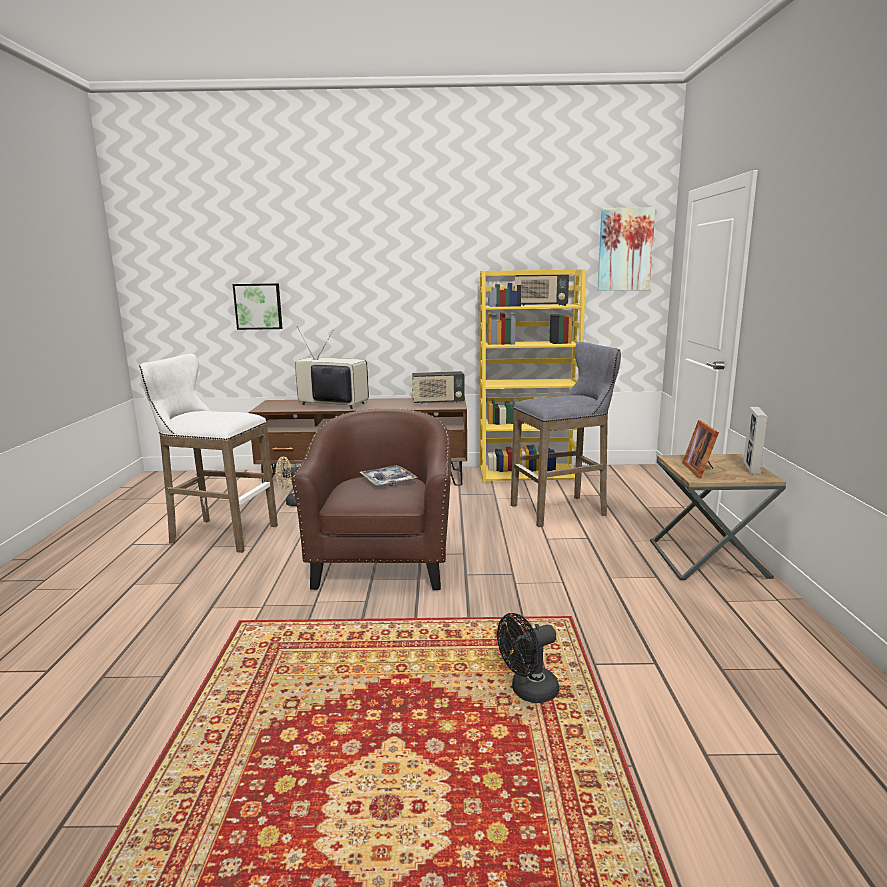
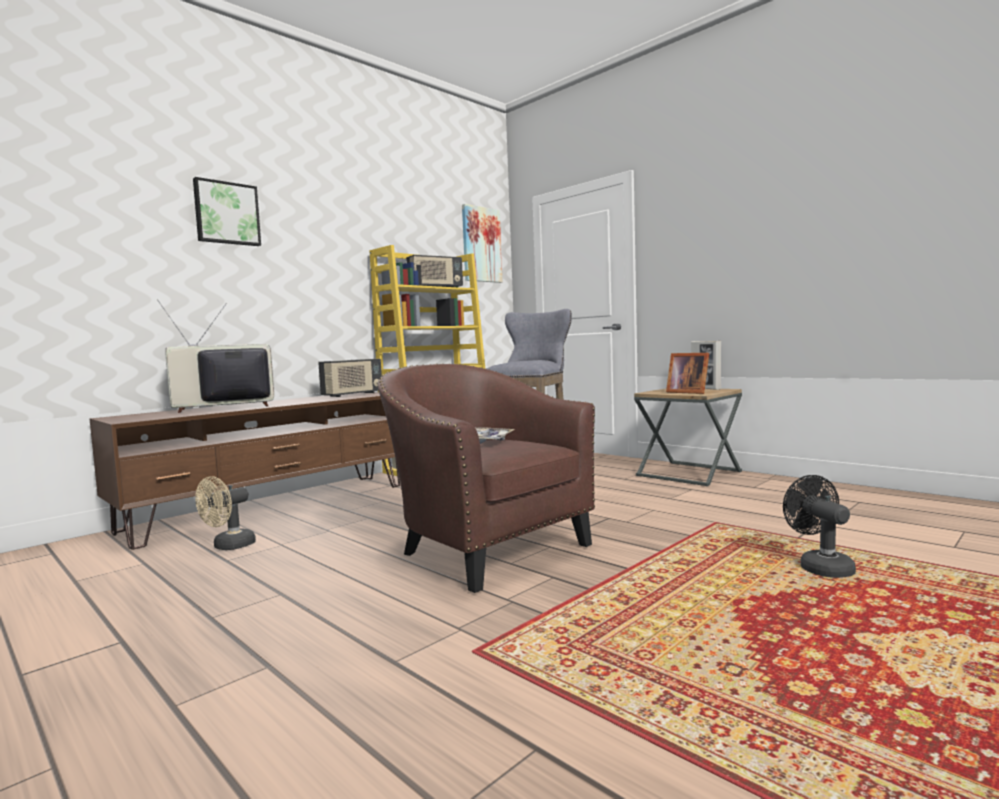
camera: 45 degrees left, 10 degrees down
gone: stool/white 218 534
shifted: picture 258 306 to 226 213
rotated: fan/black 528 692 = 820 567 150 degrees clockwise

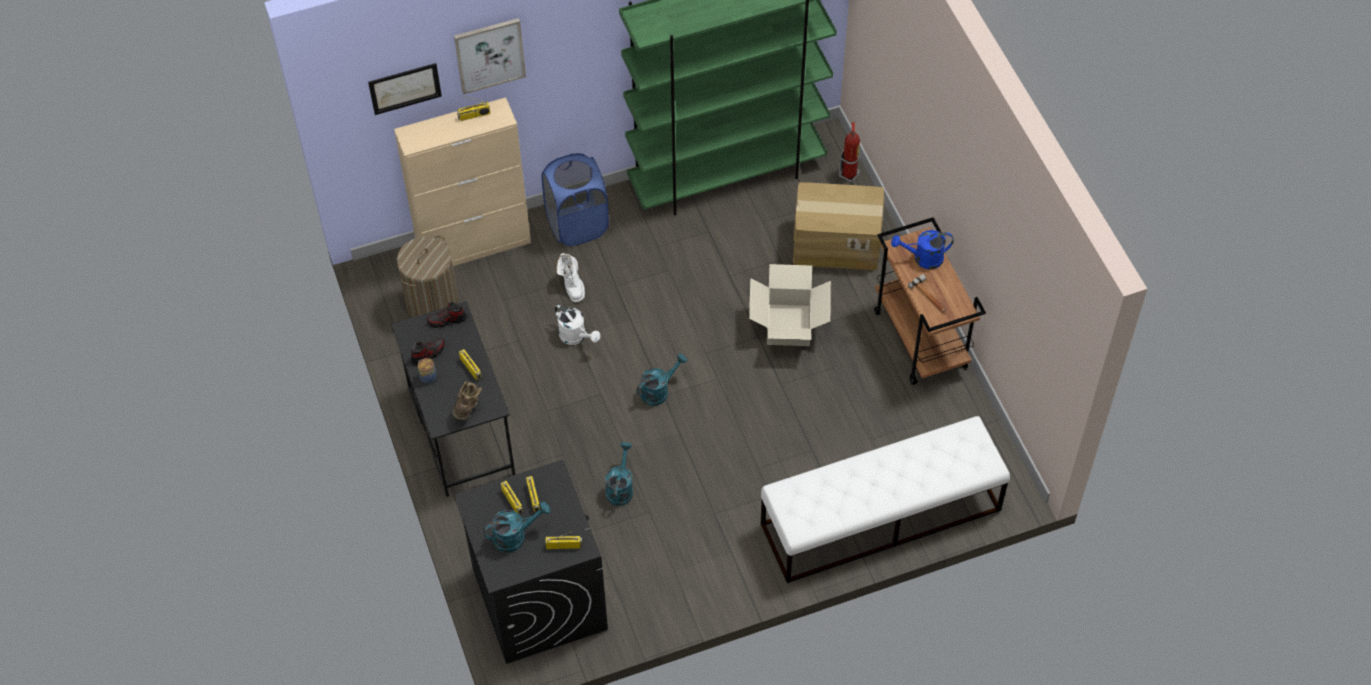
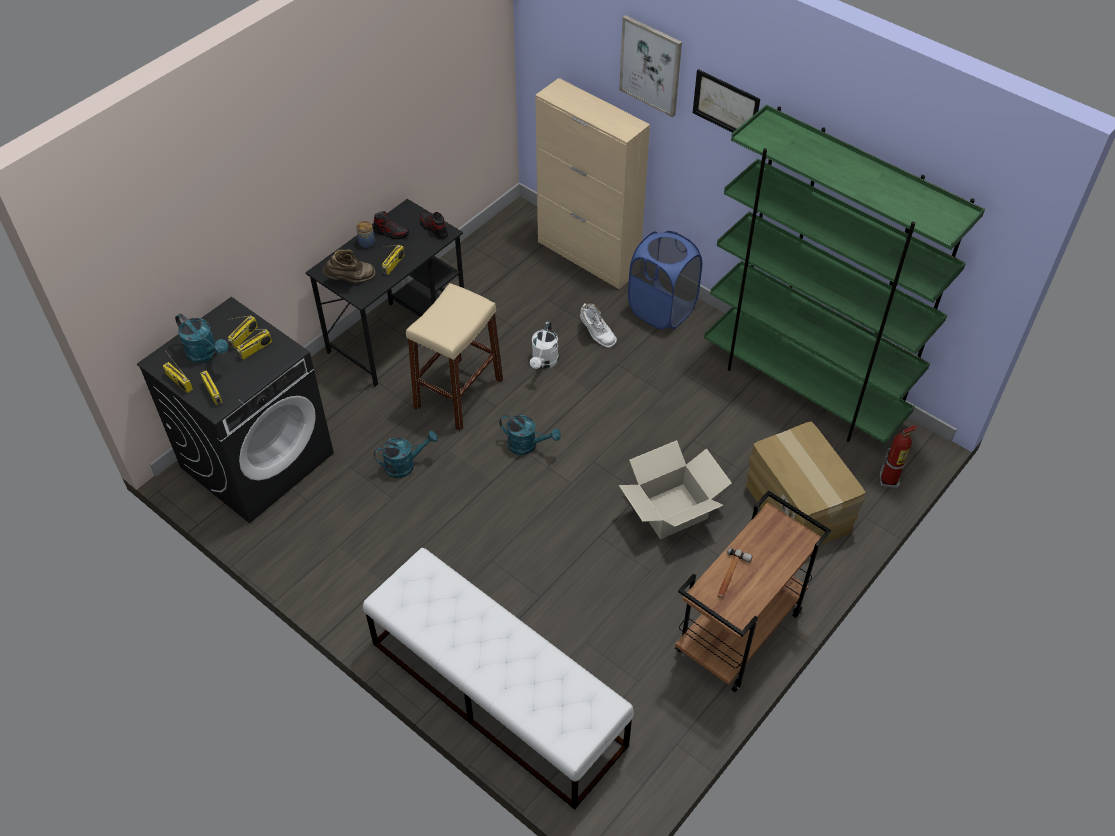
camera: 60 degrees right, 5 degrees down
gone: laundry basket 432 303; watering can/blue 923 259
new: stool/beige 458 393
shifted: picture 405 88 to 726 105; radio 474 115 to 178 382
rotated: boot/white 572 285 = 596 335 90 degrees counterclockwise

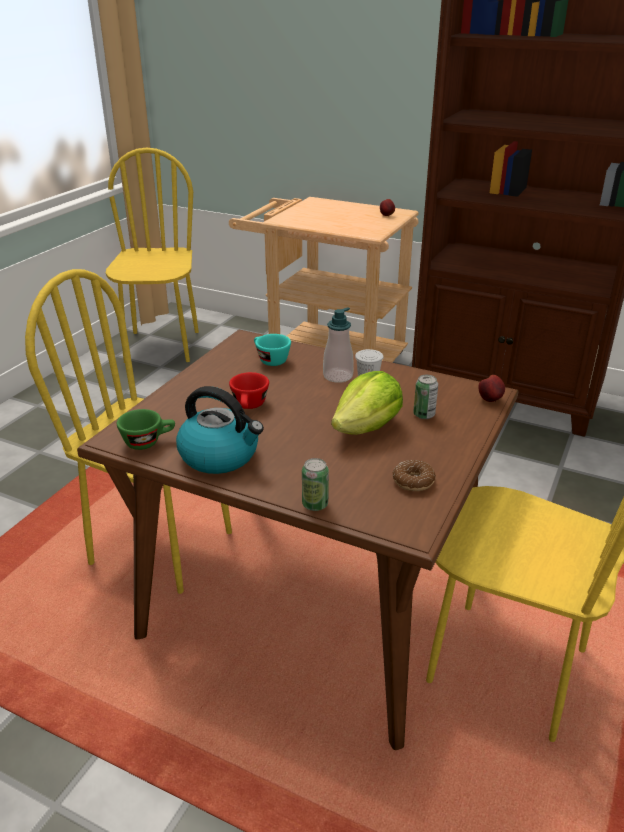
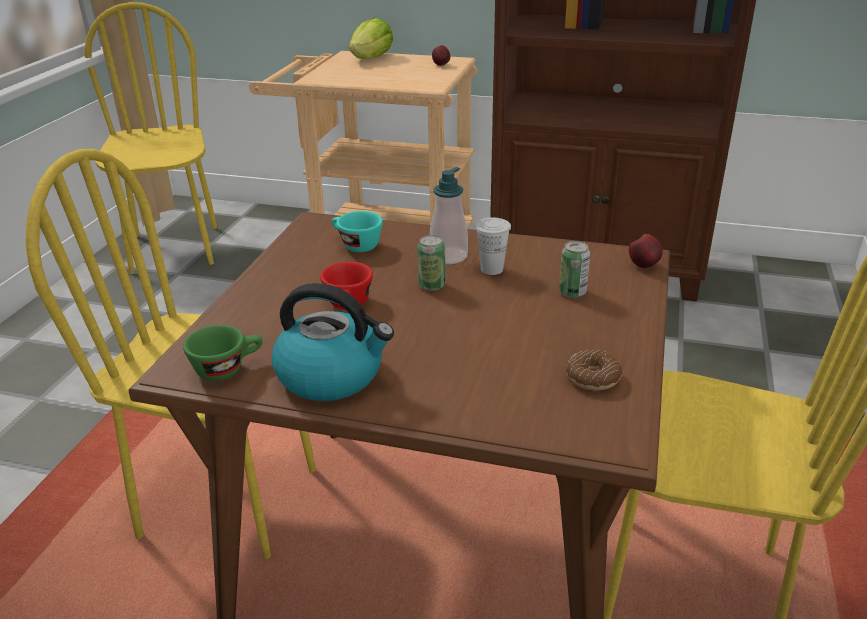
camera: 10 degrees left, 0 degrees up
shifted: can 315 504 to 432 285; lettuce 367 428 to 372 58

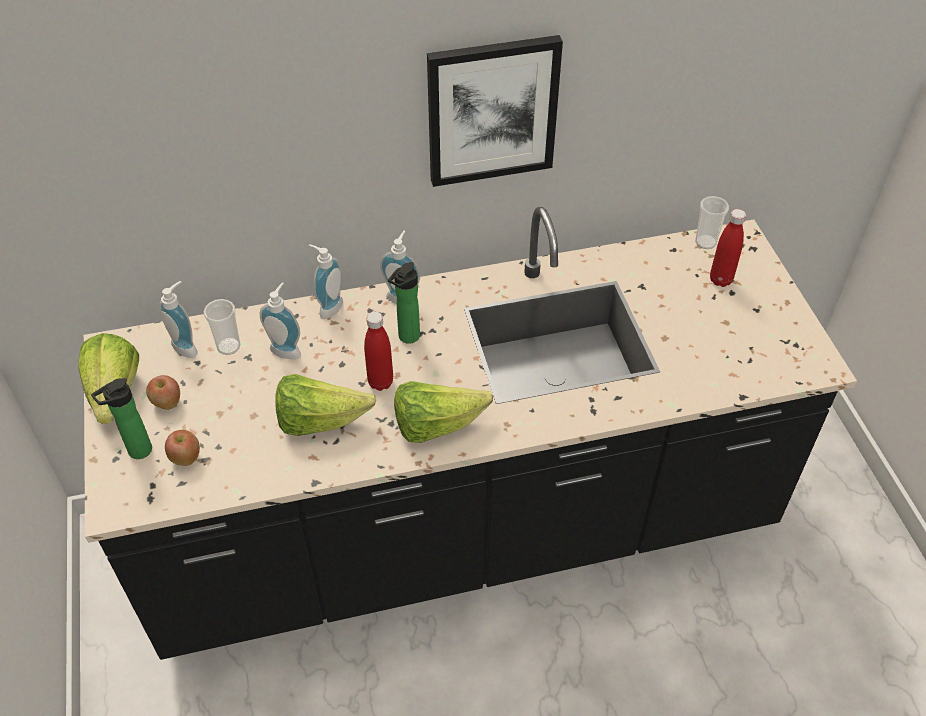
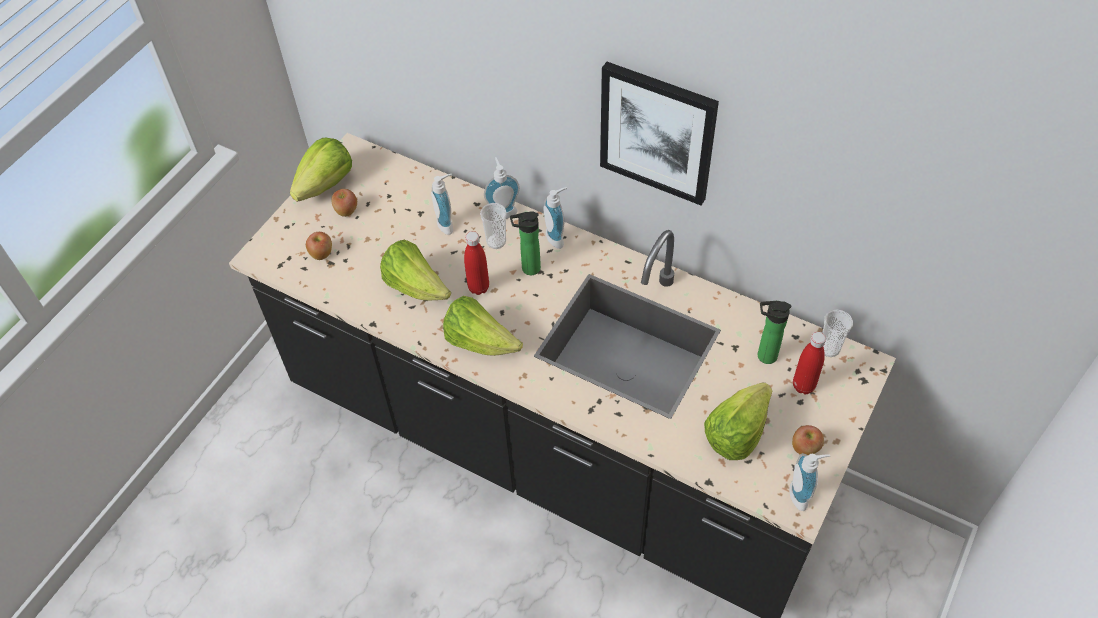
camera: 45 degrees right, 5 degrees up
new: lettuce 736 433; apple 805 448
shifted: bottle 136 452 to 763 356; soap dispenser 187 346 to 802 495; cup 228 346 to 496 241

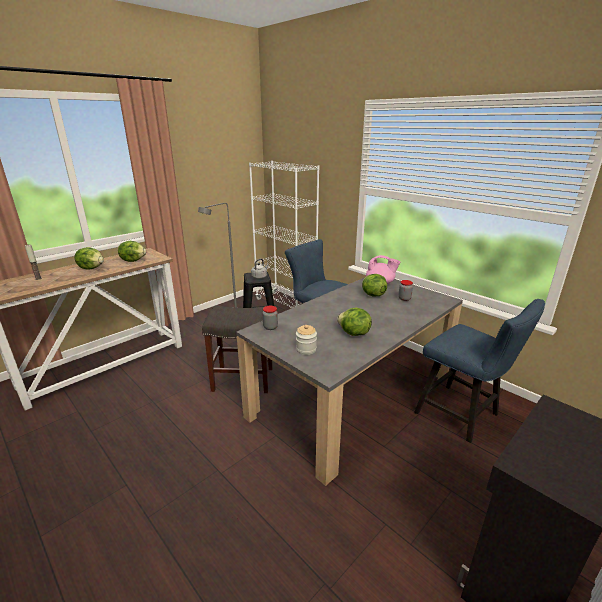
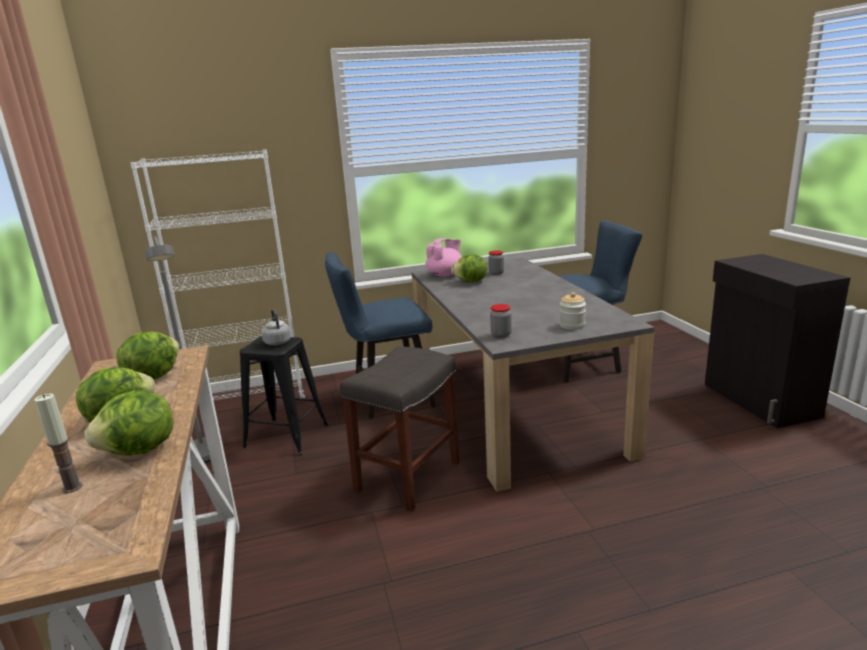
camera: 60 degrees left, 5 degrees down
shifted: lettuce 353 333 to 140 451

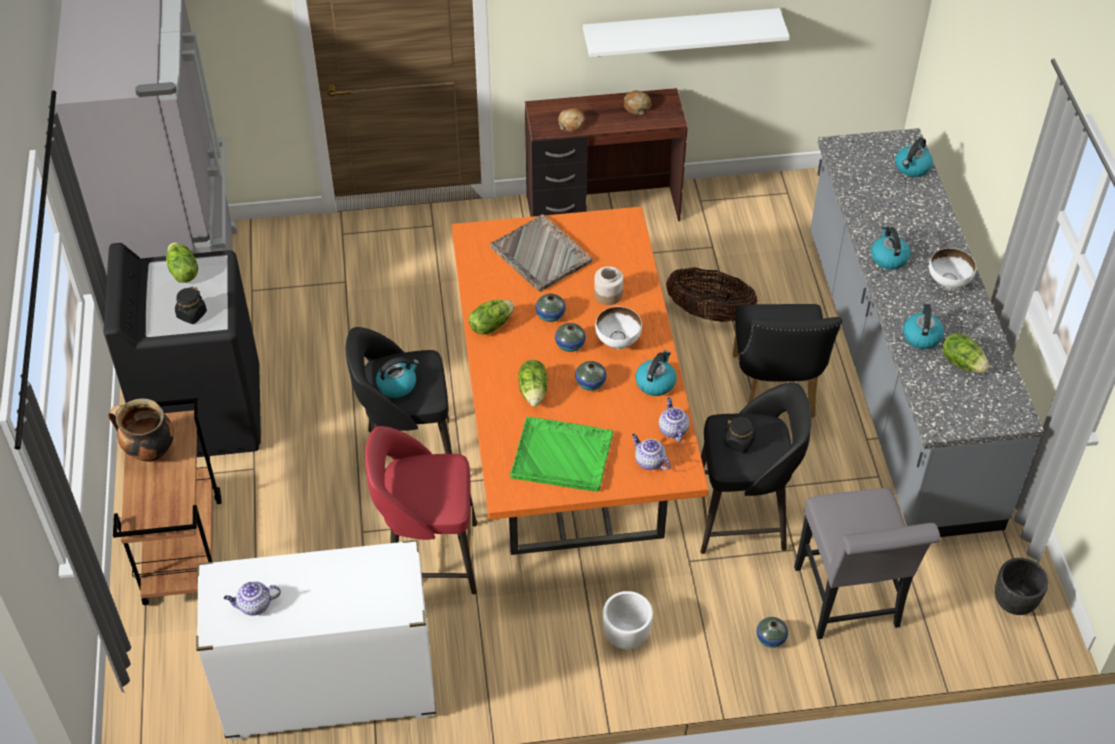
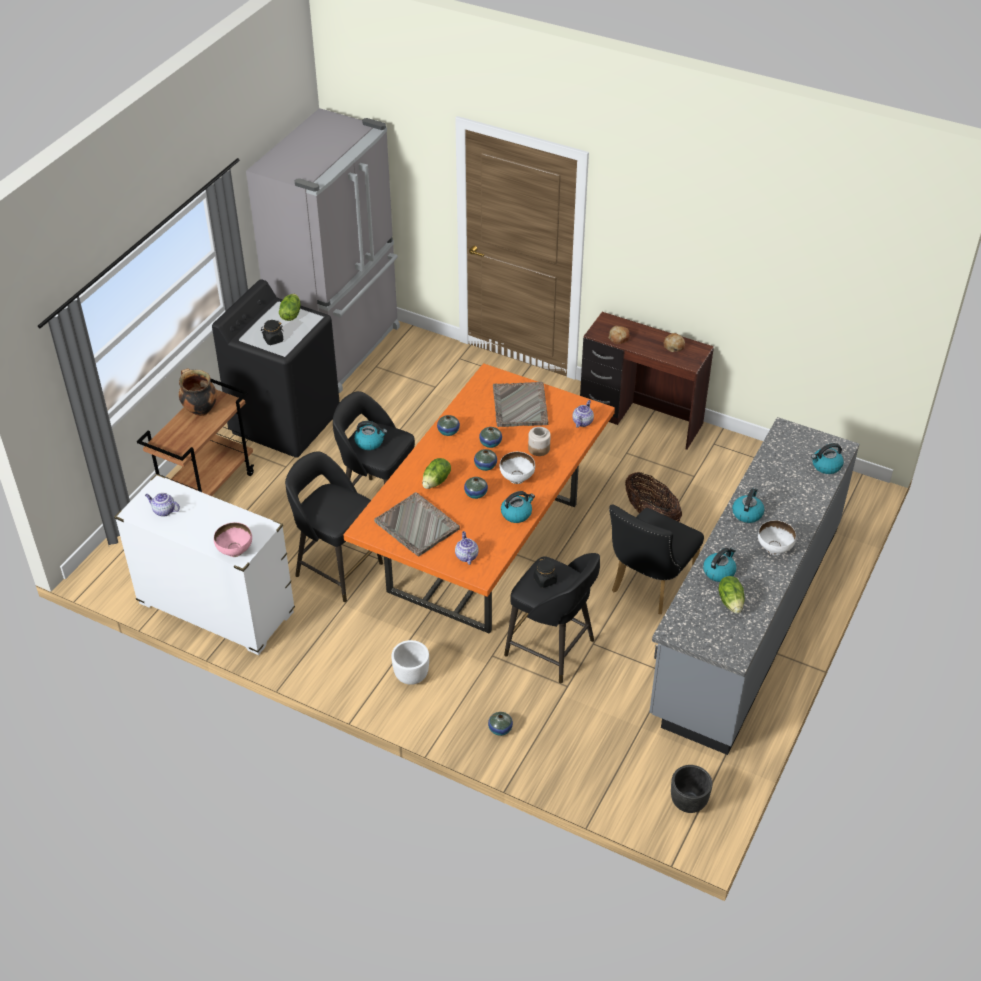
camera: 35 degrees right, 5 degrees down
gone: shelf/white 680 32; chair/grey 849 604
new: bowl/pink 235 551
shifted: teapot 672 429 to 582 421
swapped: lettuce 490 325 to vase 448 431
repainted: stool/red 429 559 to stool/black 337 568; tray/green 563 456 to tray/grey 417 526

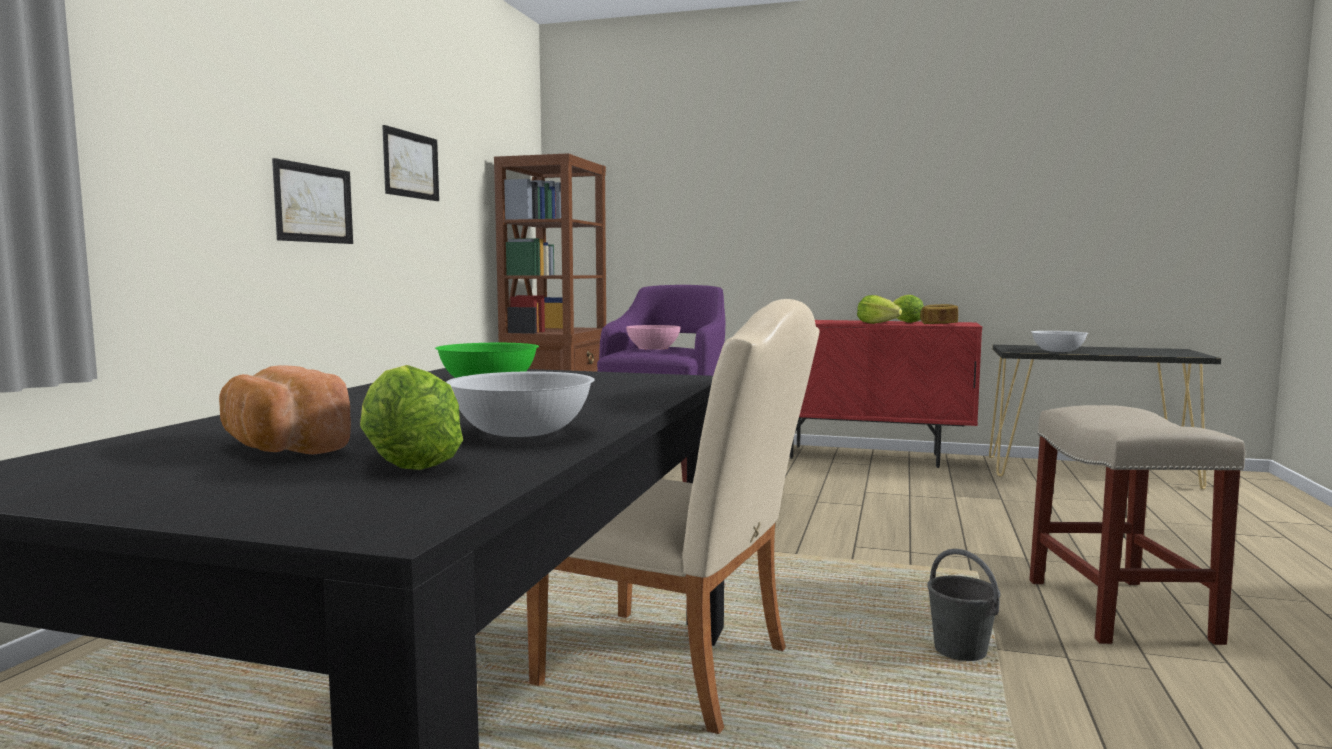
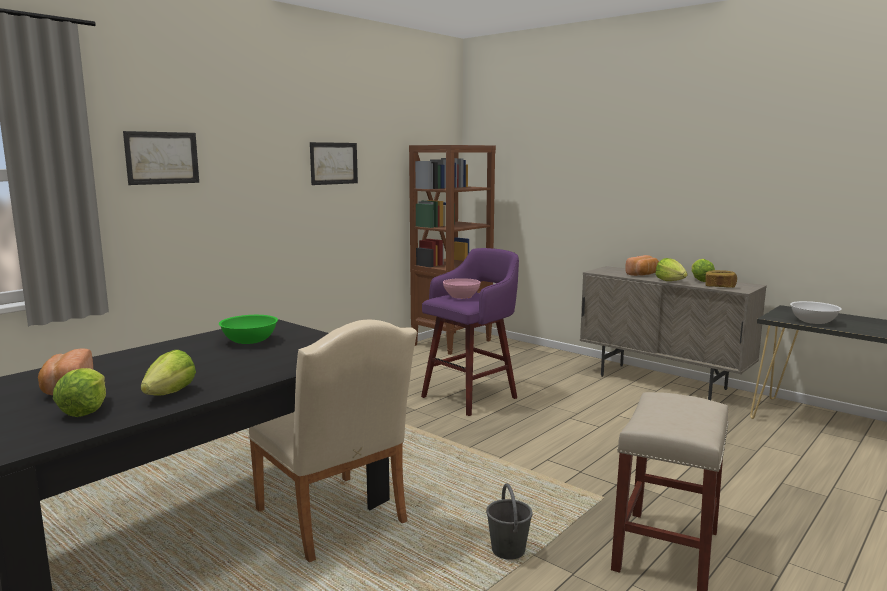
camera: 25 degrees right, 5 degrees up
new: bread 643 274
shifted: picture 314 204 to 162 158
swapped: bowl/white 523 432 to lettuce 170 393
repainted: cabinet/red 864 456 to cabinet/beige 662 382

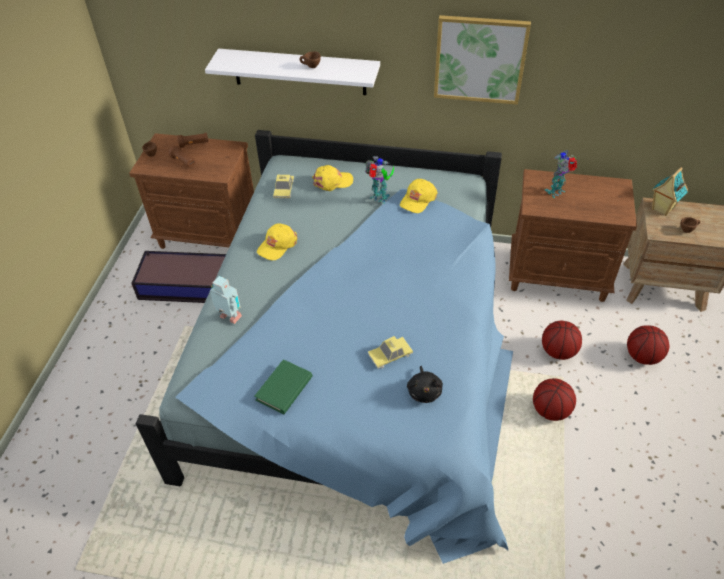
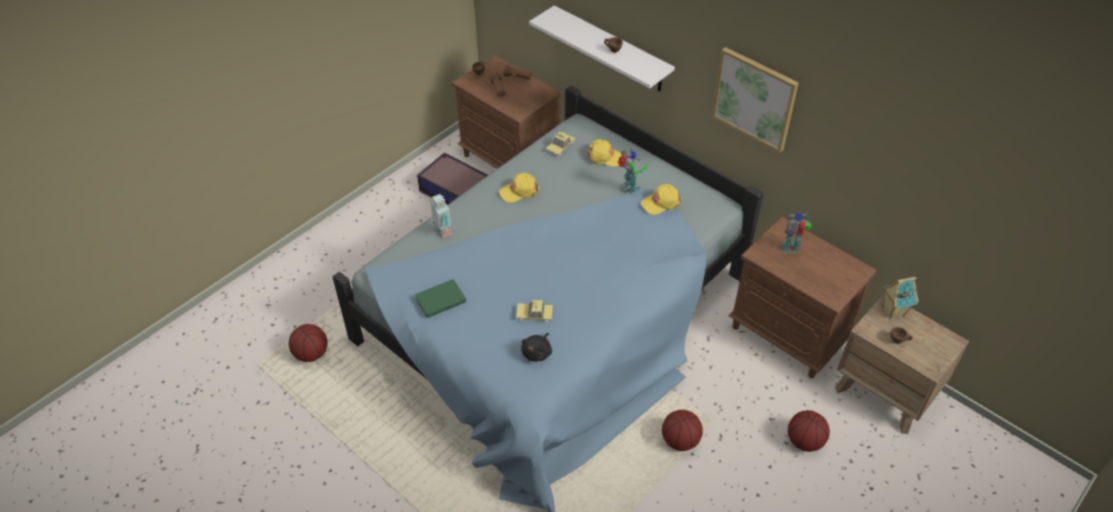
camera: 30 degrees right, 0 degrees up
shifted: basketball 558 351 to 311 353

